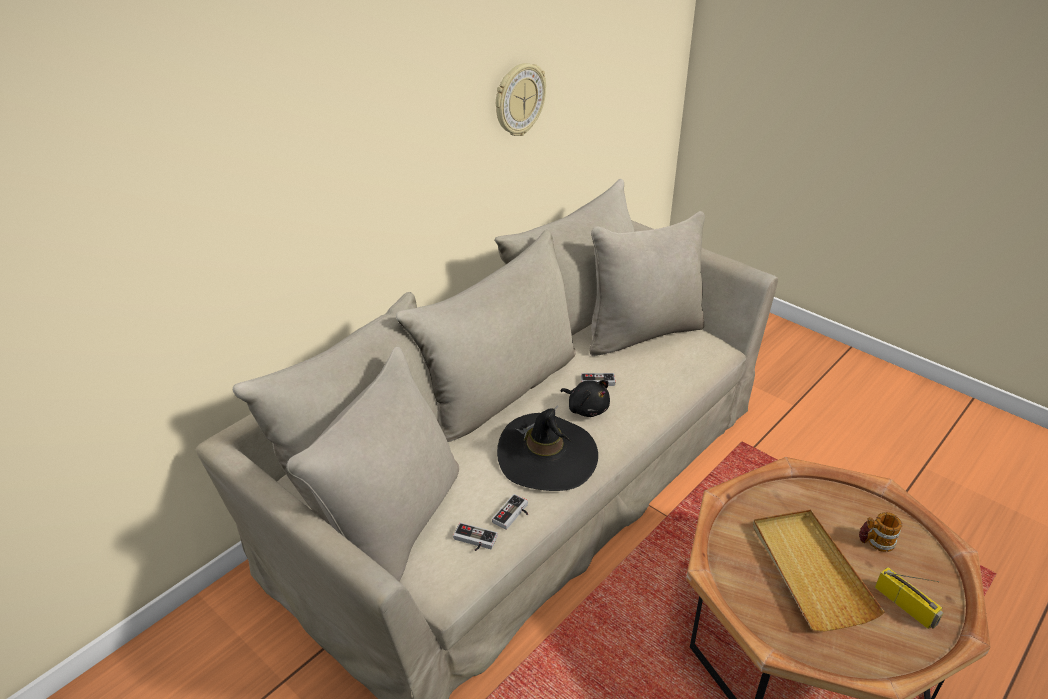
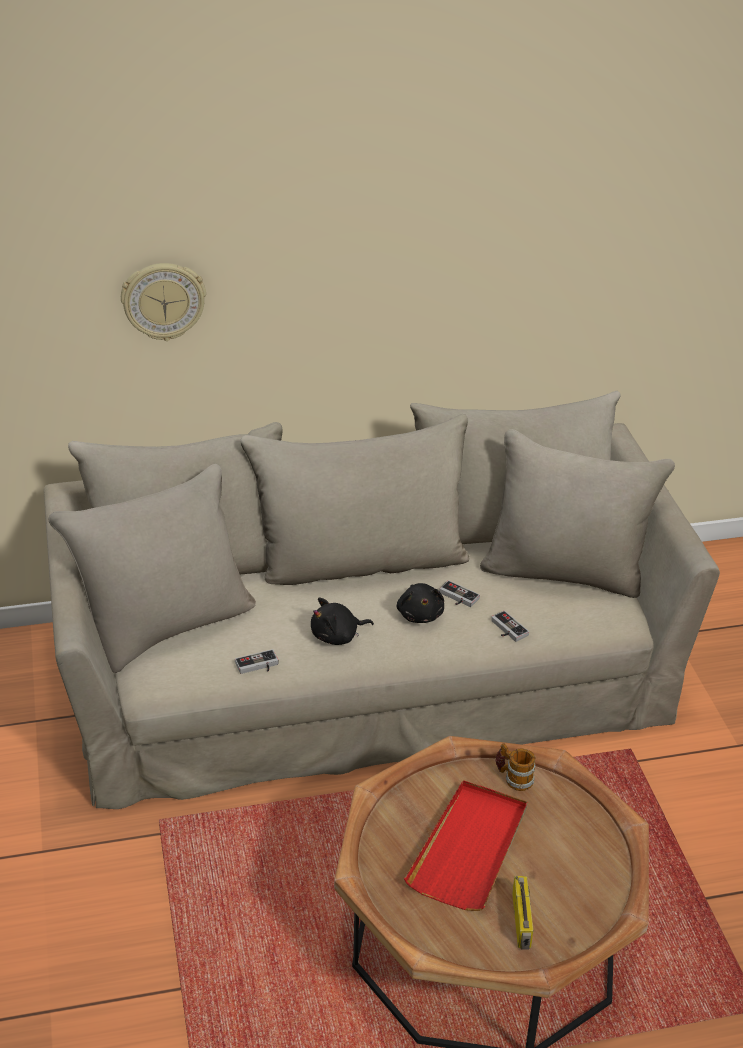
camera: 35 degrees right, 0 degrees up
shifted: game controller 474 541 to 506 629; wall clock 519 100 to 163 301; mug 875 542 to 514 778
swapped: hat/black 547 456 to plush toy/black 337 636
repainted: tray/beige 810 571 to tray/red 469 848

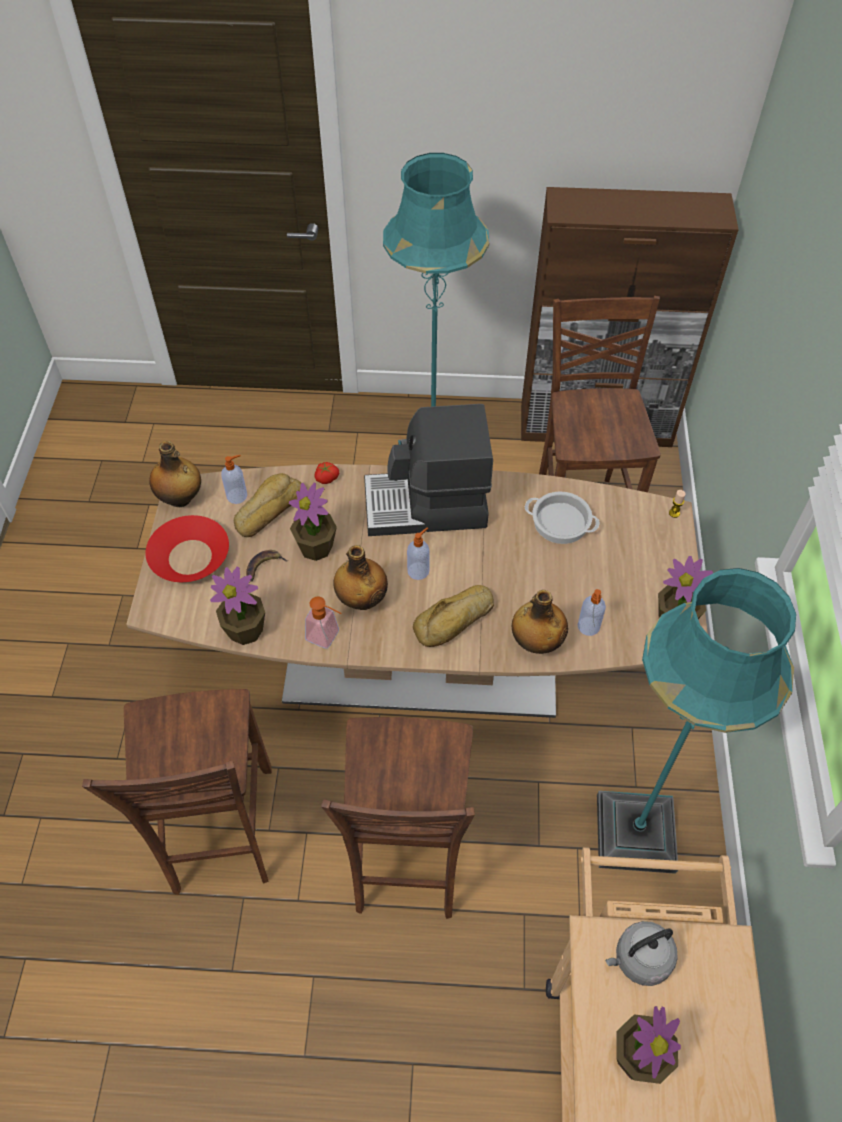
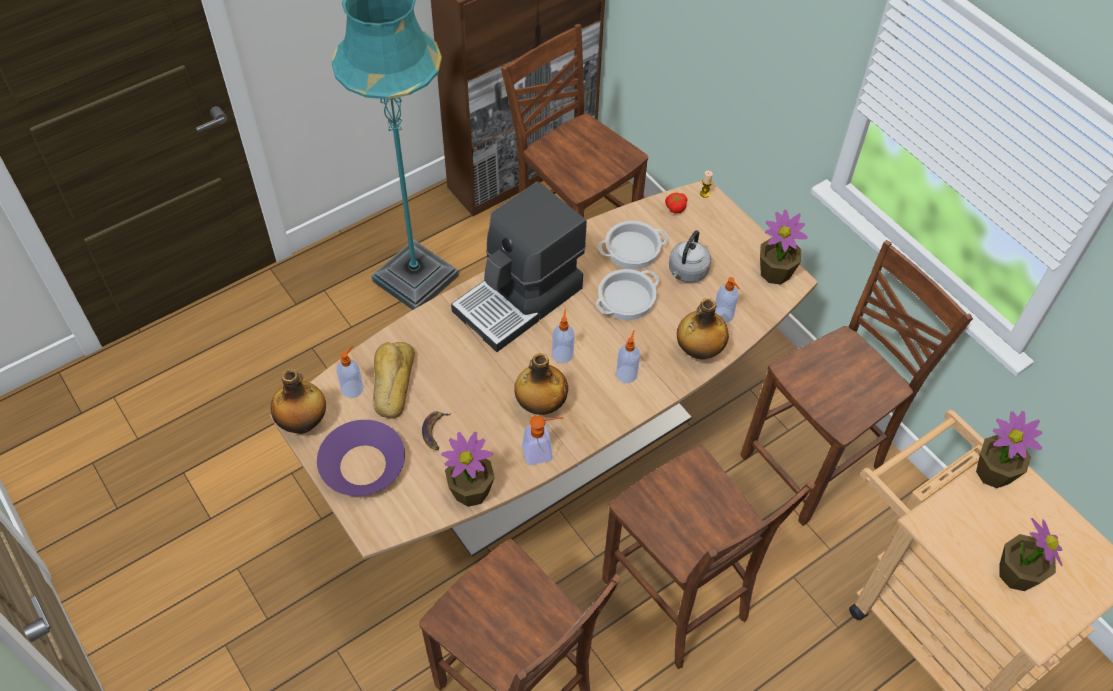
camera: 40 degrees left, 0 degrees up
new: cooking pot 626 300
shifted: potted plant 316 547 to 994 472; tomato 326 477 to 675 207; kettle/grey 639 959 to 687 272
swapped: bread 455 621 to soap dispenser 627 373; floor lamp/turquoise 635 833 to chair/brown 816 463
repainted: bowl/red 190 557 to bowl/purple 363 464

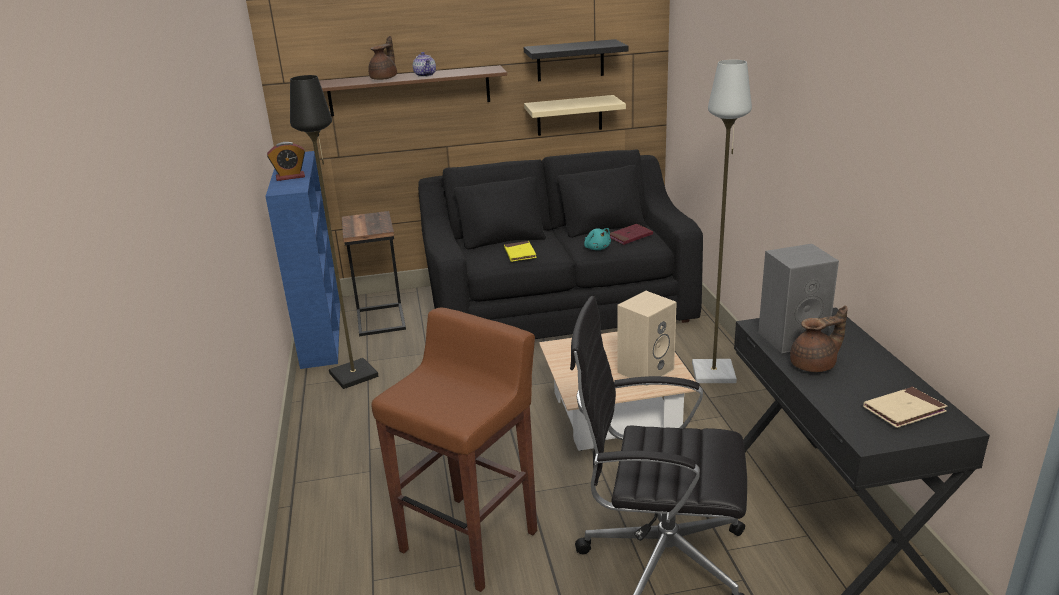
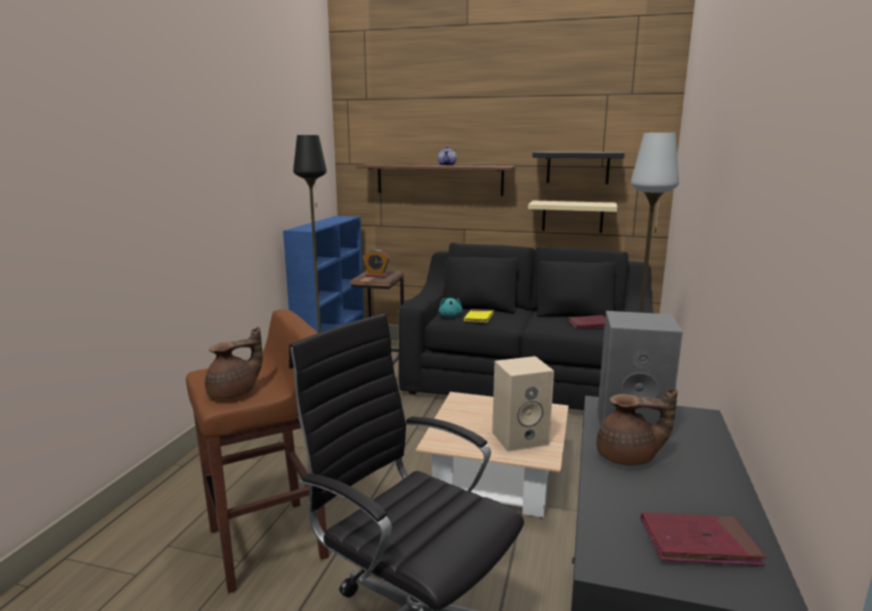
camera: 25 degrees right, 10 degrees down
shifted: alarm clock 290 177 to 376 276; teapot/brown 385 78 to 234 393; plush toy/turquoise 597 248 to 450 316
repainted: book/beige 904 410 to book/red 698 543

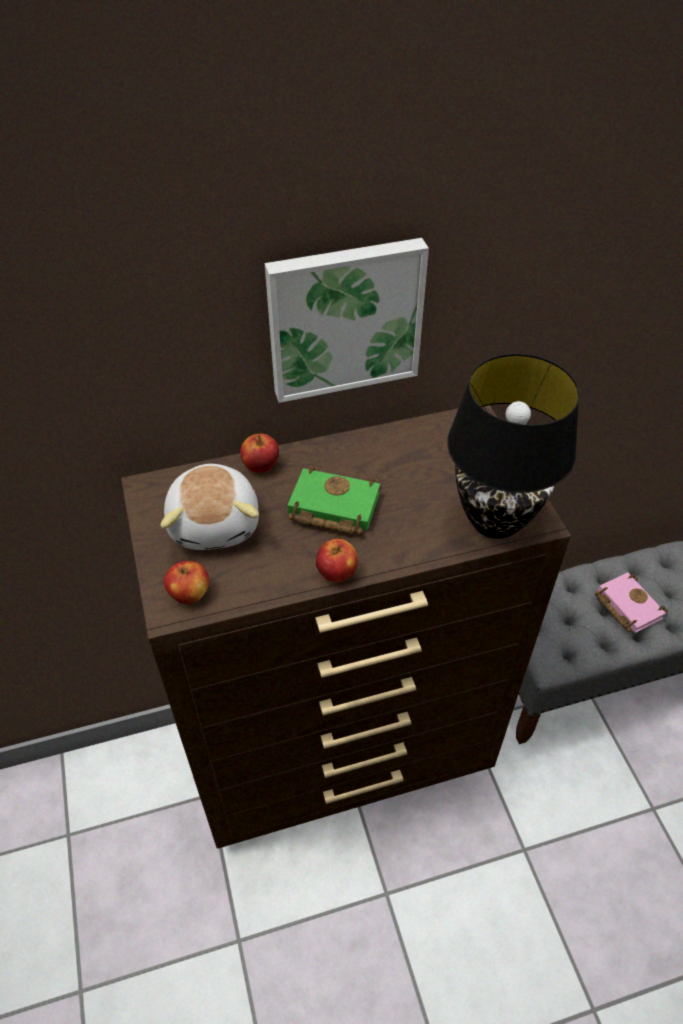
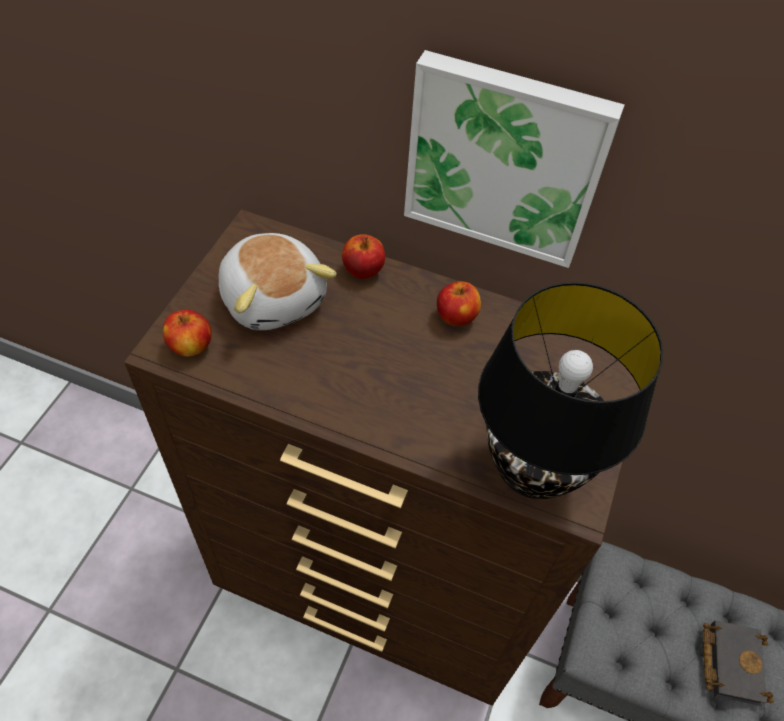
camera: 35 degrees right, 5 degrees up
gone: book/green 331 507
shifted: apple 336 573 to 456 317
repainted: book/pink 626 605 to book/black 730 661
rotated: plush toy 216 522 = 274 297 60 degrees counterclockwise

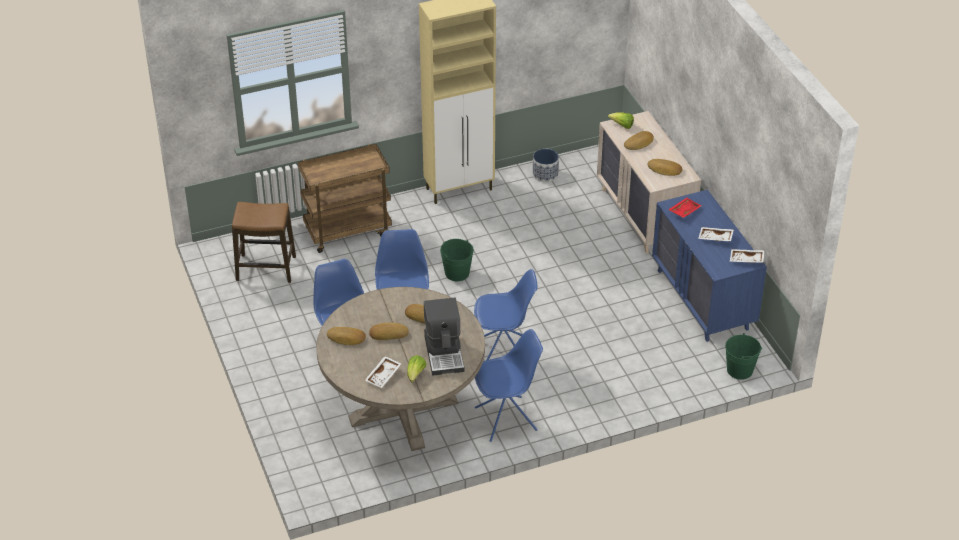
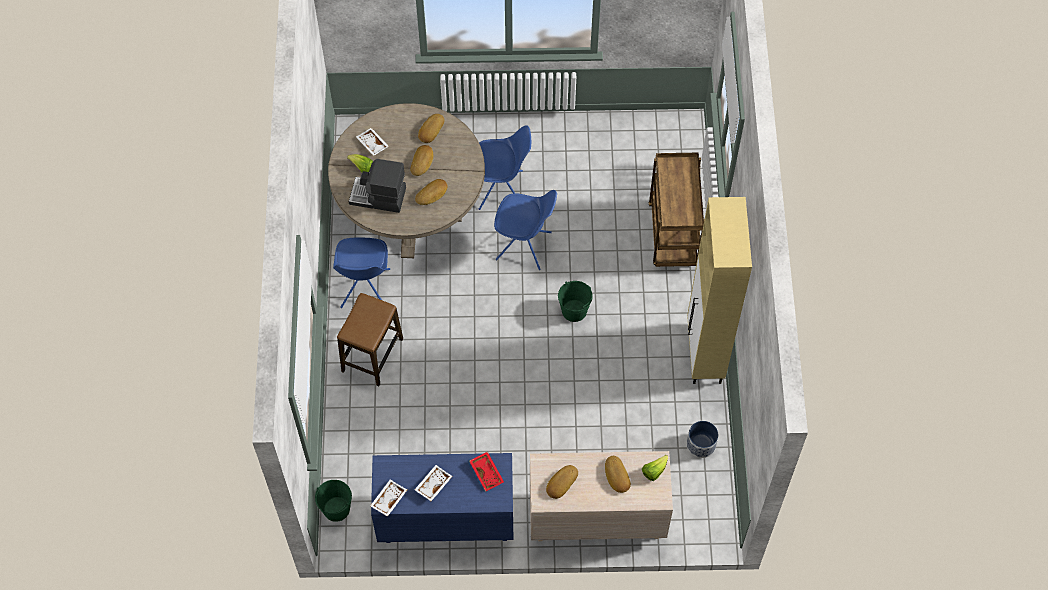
camera: 110 degrees right, 20 degrees up
gone: chair/blue 504 354
shifted: stool 266 269 to 372 355

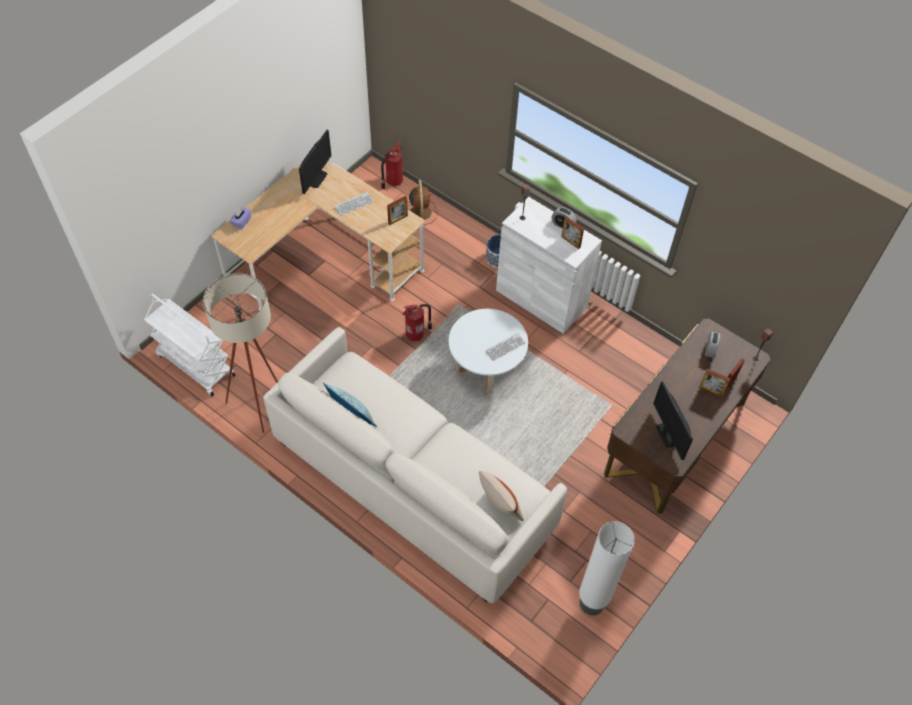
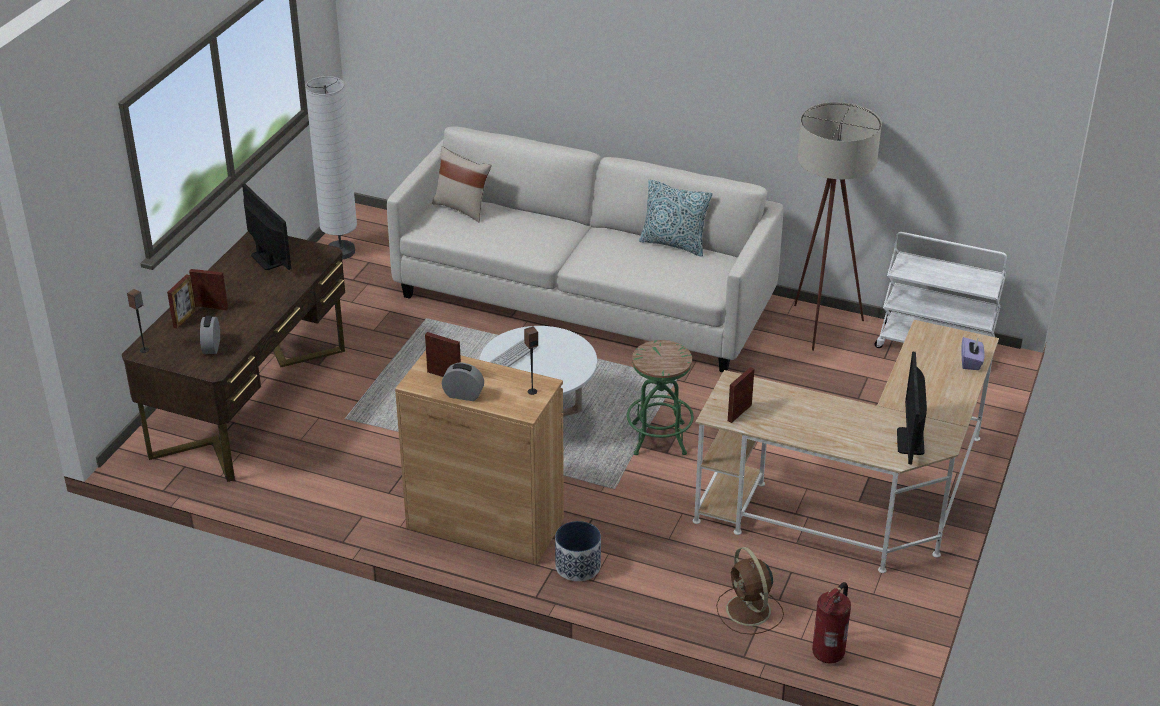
camera: 165 degrees right, 20 degrees down
gone: keyboard 354 204
swapped: fire extinguisher 416 334 to stool/green 659 438
repainted: cabinet/white 541 298 to cabinet/brown 485 524

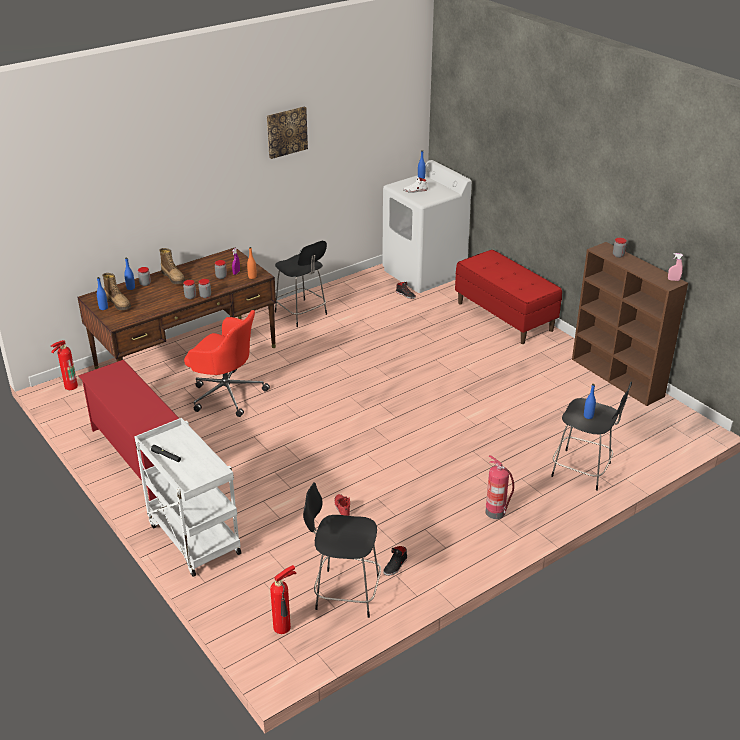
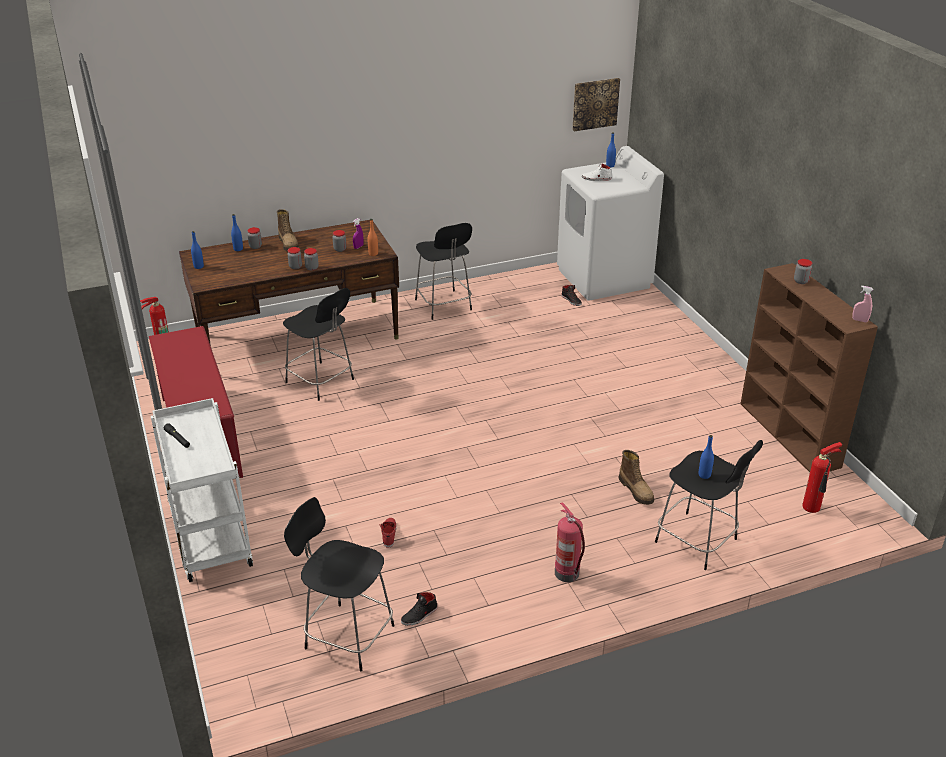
camera: 15 degrees right, 0 degrees up
gone: bench/red 505 316
shifted: boot 118 303 to 636 490; picture 286 132 to 595 104; fire extinguisher 284 628 to 813 508
swapped: office chair/red 226 393 to stool/black 321 382

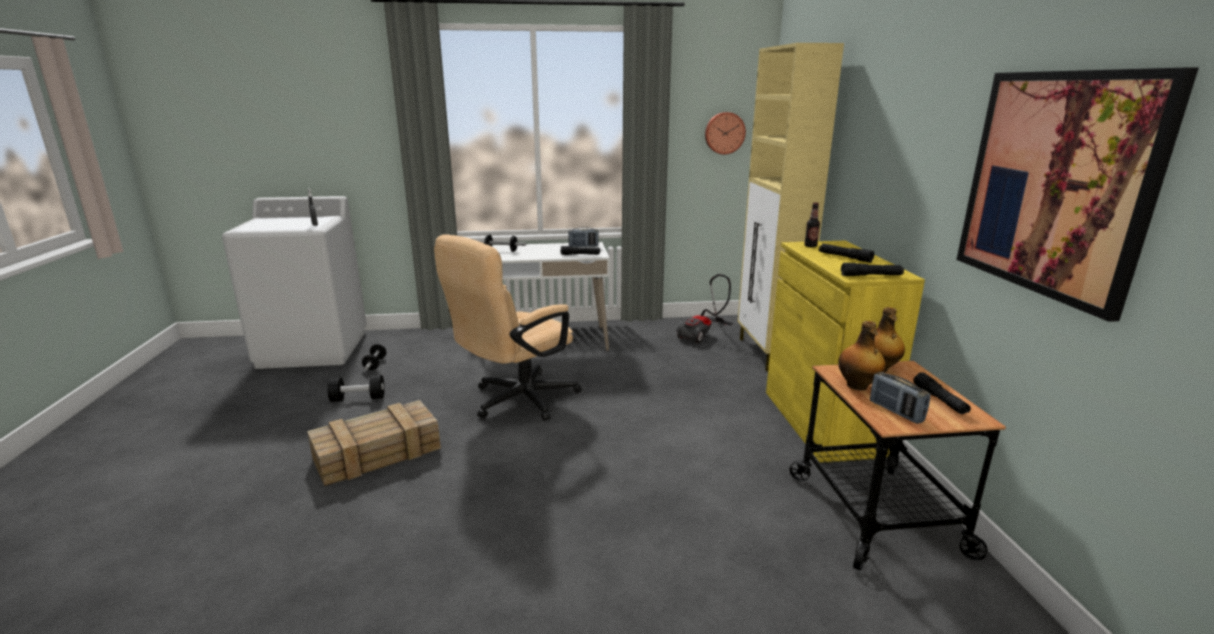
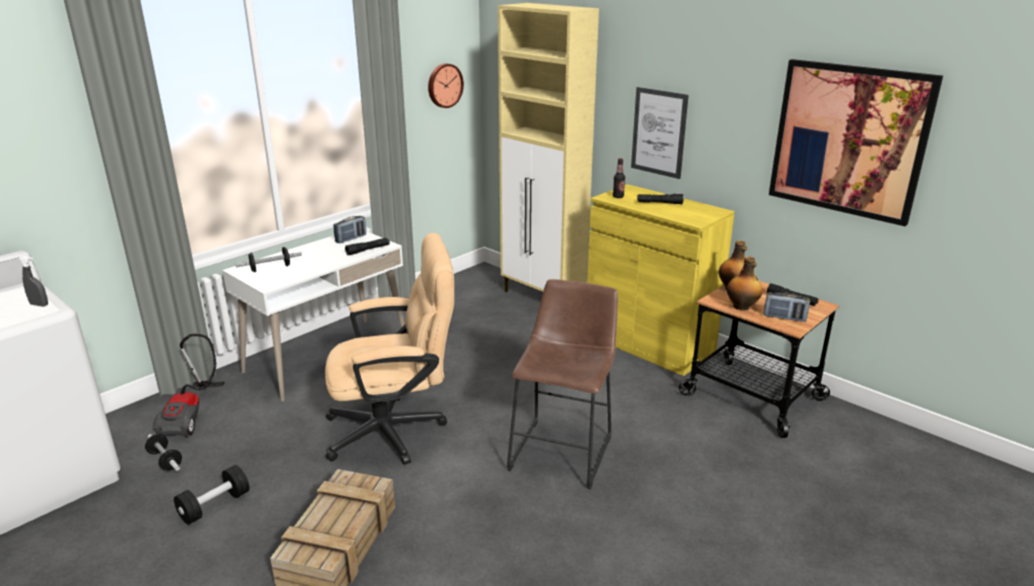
camera: 40 degrees left, 5 degrees up
gone: flashlight/black 871 276
new: stool/brown 563 449; picture 659 132
shifted: vacuum cleaner 703 334 to 192 415
rotated: office chair/beige 516 401 = 396 430 105 degrees counterclockwise

